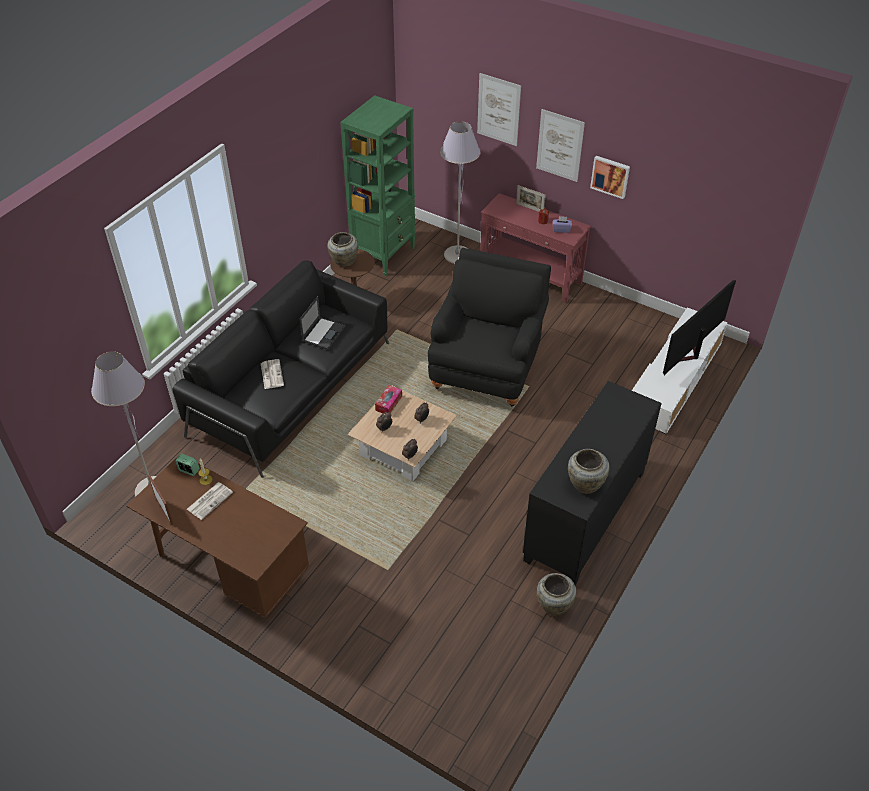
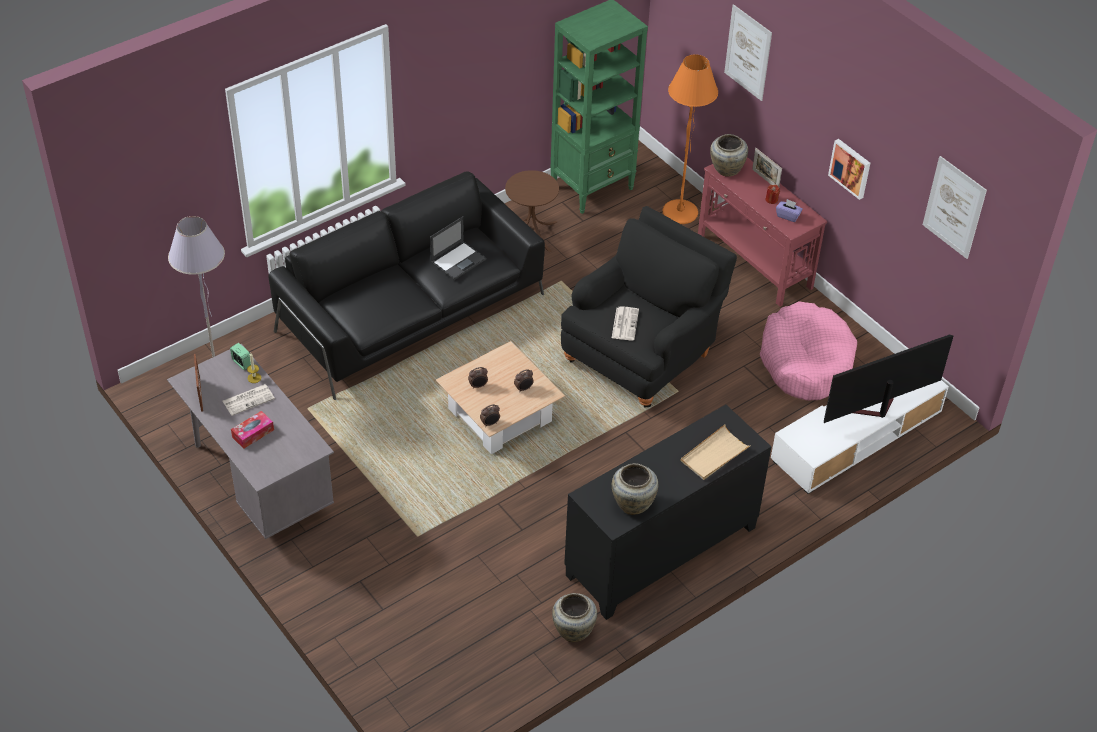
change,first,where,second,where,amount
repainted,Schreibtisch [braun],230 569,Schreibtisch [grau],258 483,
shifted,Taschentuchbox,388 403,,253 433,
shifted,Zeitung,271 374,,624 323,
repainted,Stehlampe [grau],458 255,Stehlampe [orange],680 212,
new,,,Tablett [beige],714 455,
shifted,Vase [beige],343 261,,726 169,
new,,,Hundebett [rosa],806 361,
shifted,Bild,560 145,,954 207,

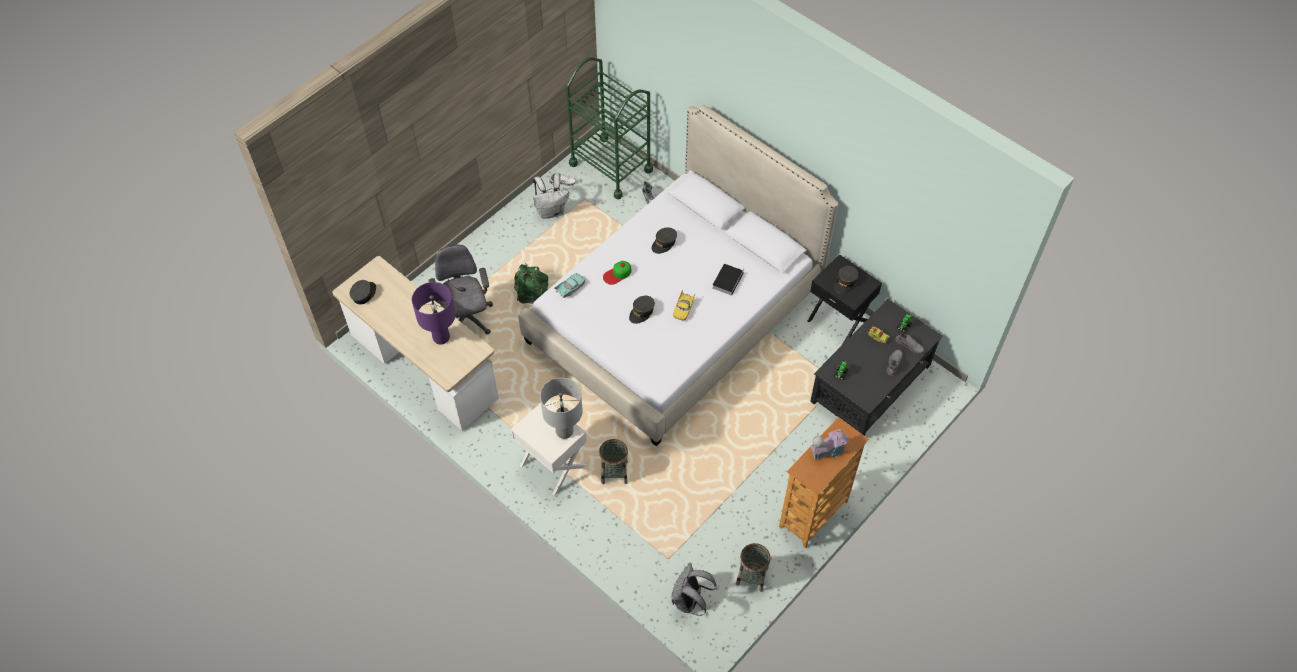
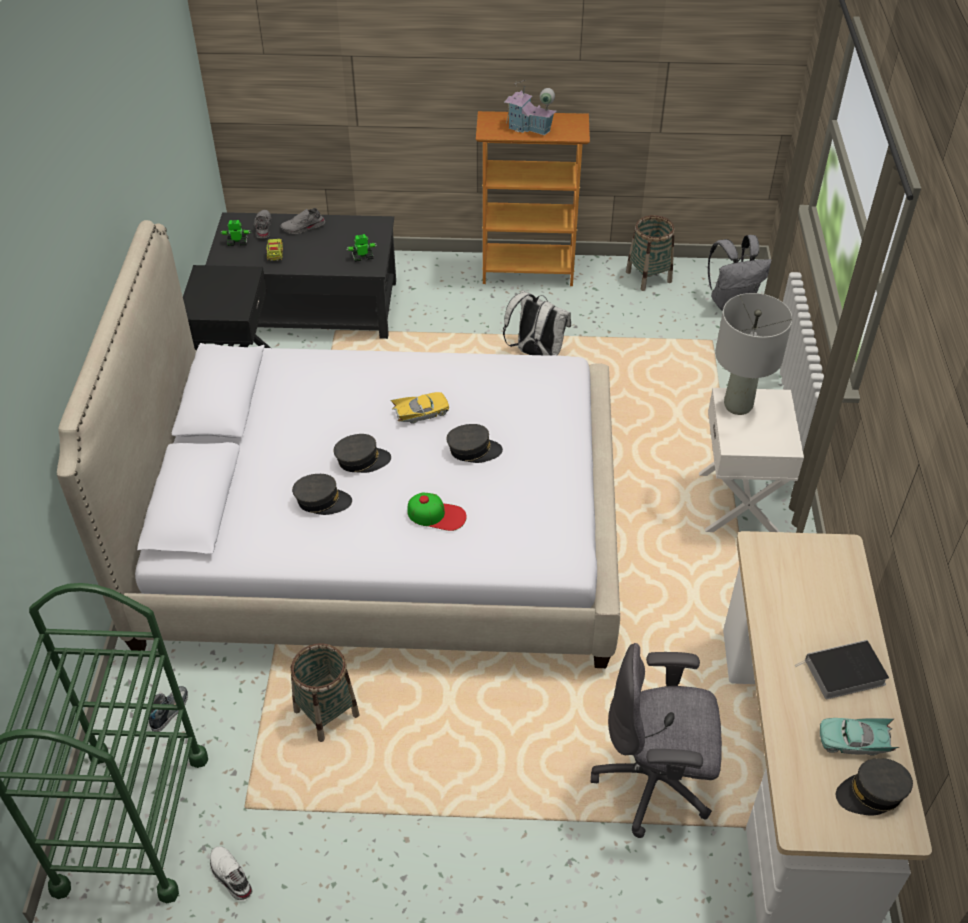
change,first,where,second,where,amount
shifted,Korb,614 472,,327 713,
shifted,Kappe [grau],845 282,,362 460,
shifted,Rucksack [weiß],551 211,,536 354,
rotated,Bürostuhl [grau],466 320,,655 782,60 degrees clockwise
shifted,Buch,727 280,,843 673,
shifted,Spielzeugauto [türkis],570 288,,854 741,
gone,Tischlampe [lila],441 337,,,
gone,Rucksack [grün],532 293,,,

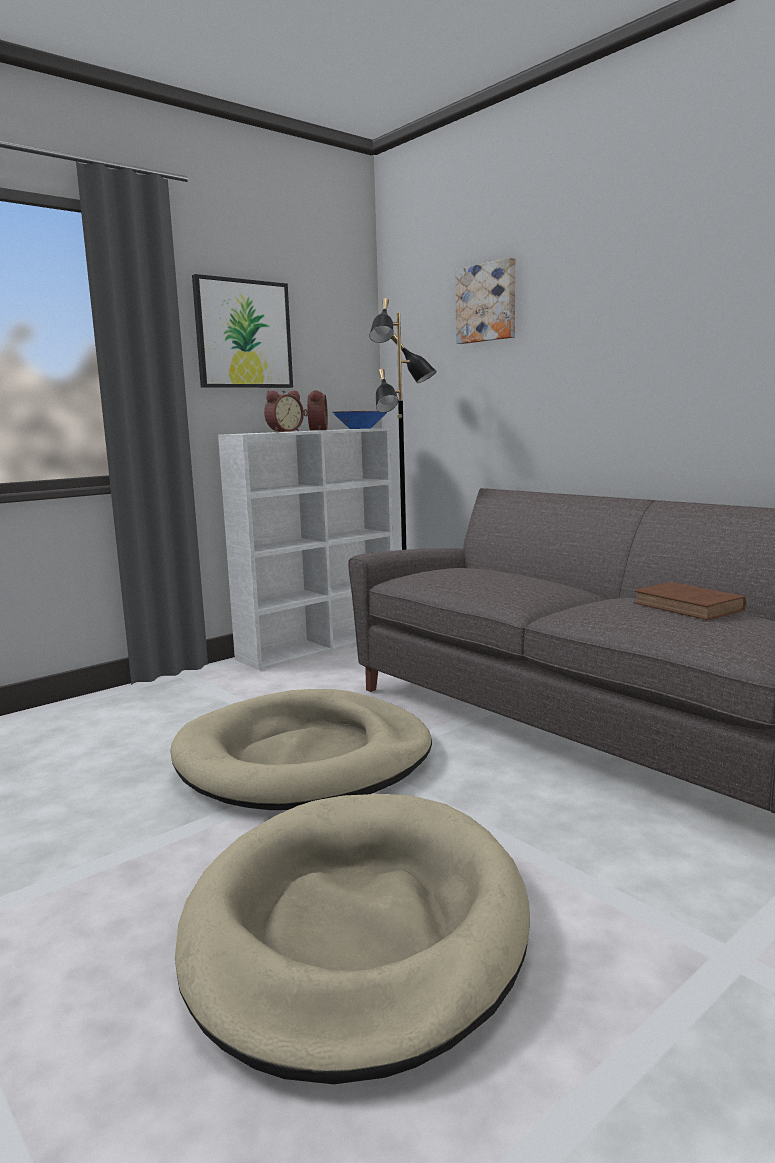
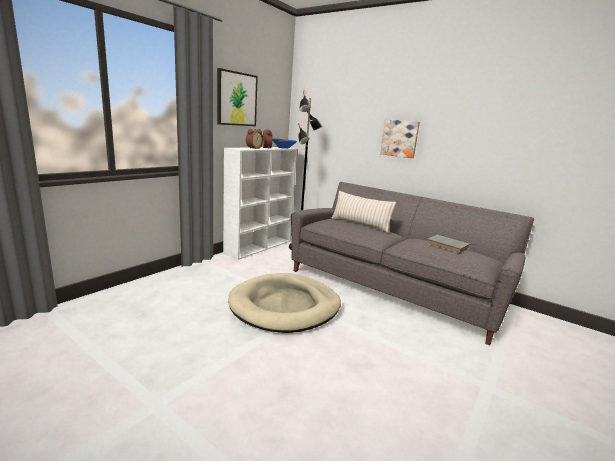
change,first,where,second,where,amount
new,,,Kissen [beige],360 224,
shifted,Bild,487 303,,400 138,
repainted,Buch [braun],690 607,Buch [grau],448 246,
gone,Hundebett [beige],356 930,,,

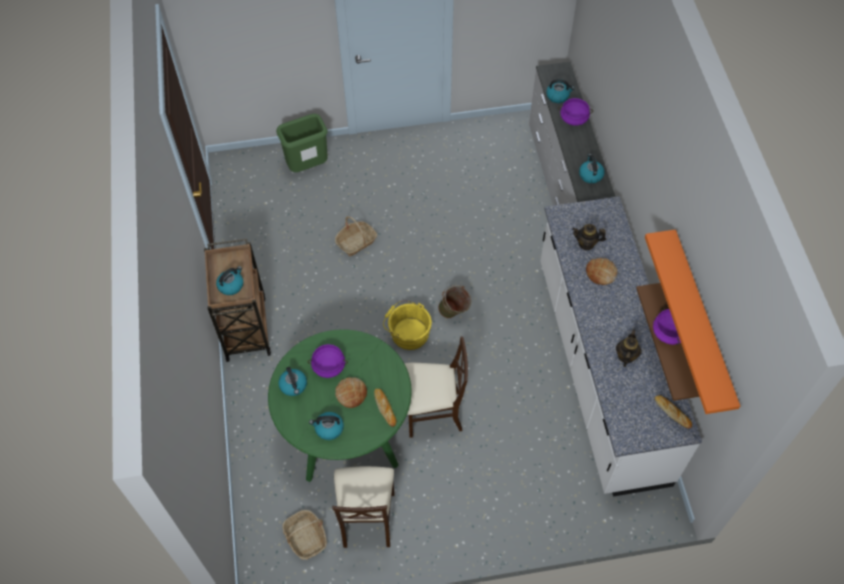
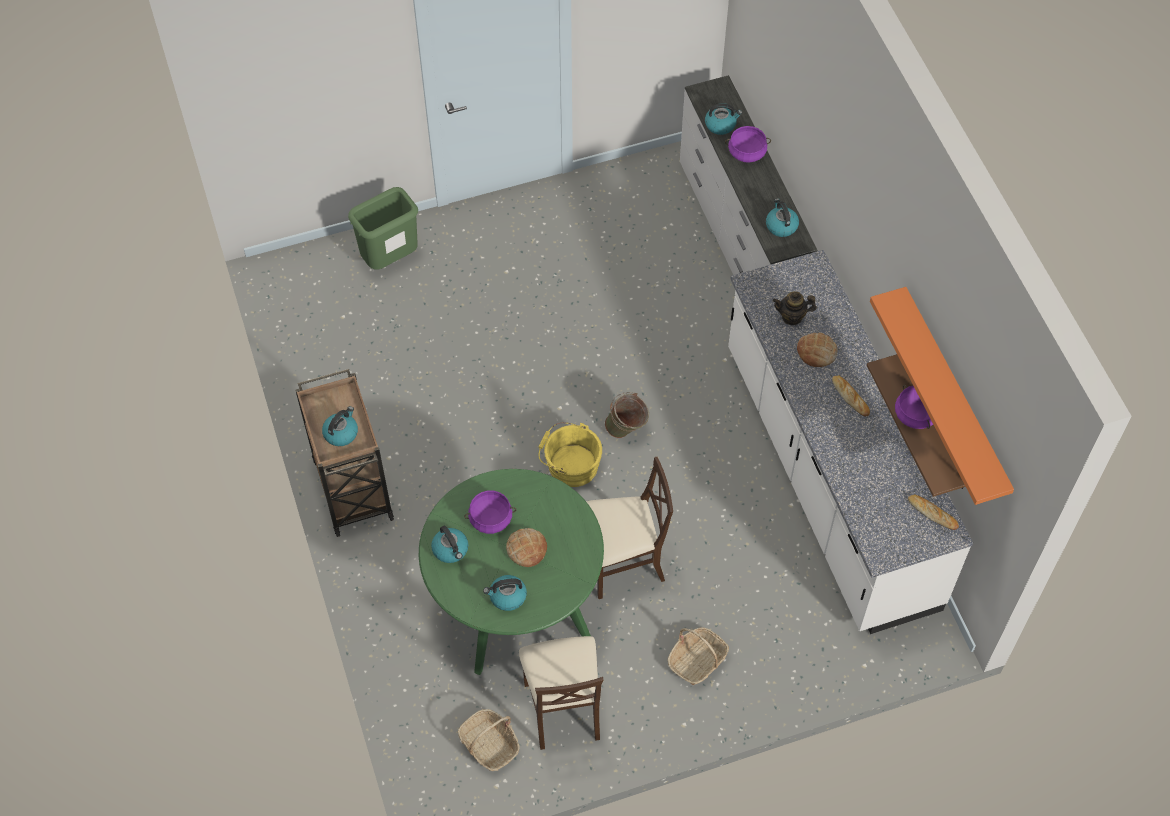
change,first,where,second,where,amount
shifted,Korb,356 242,,697 660,
shifted,Brot,385 408,,850 397,
gone,Teekanne,626 356,,,

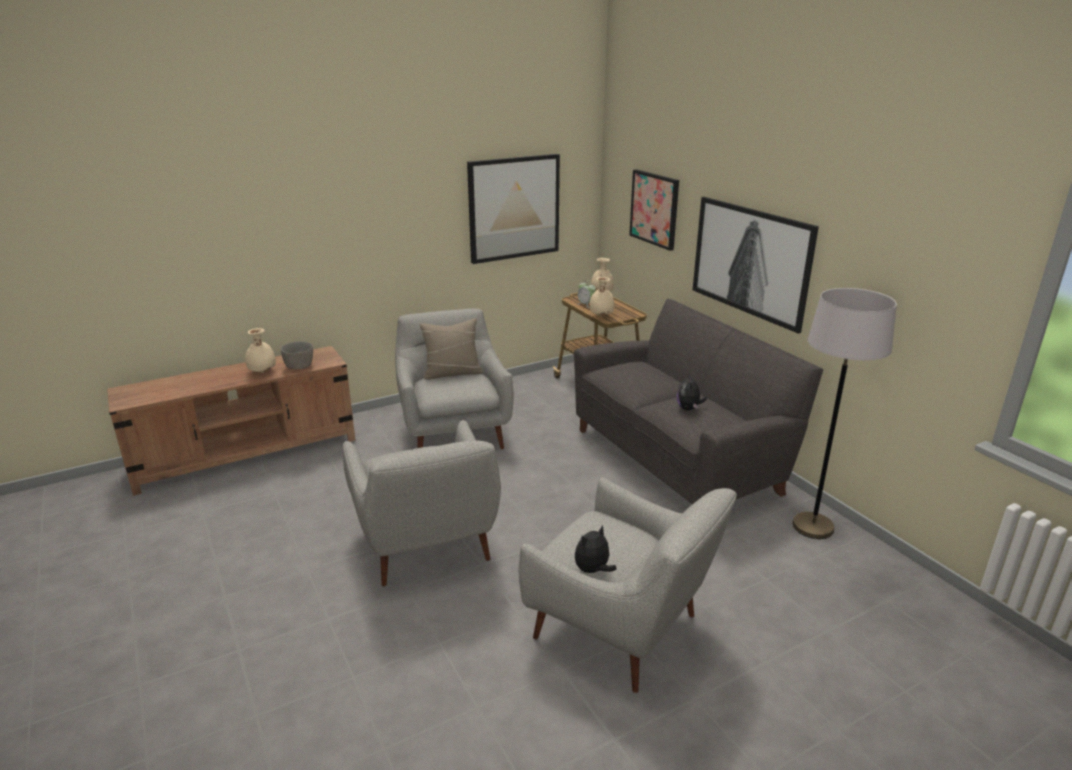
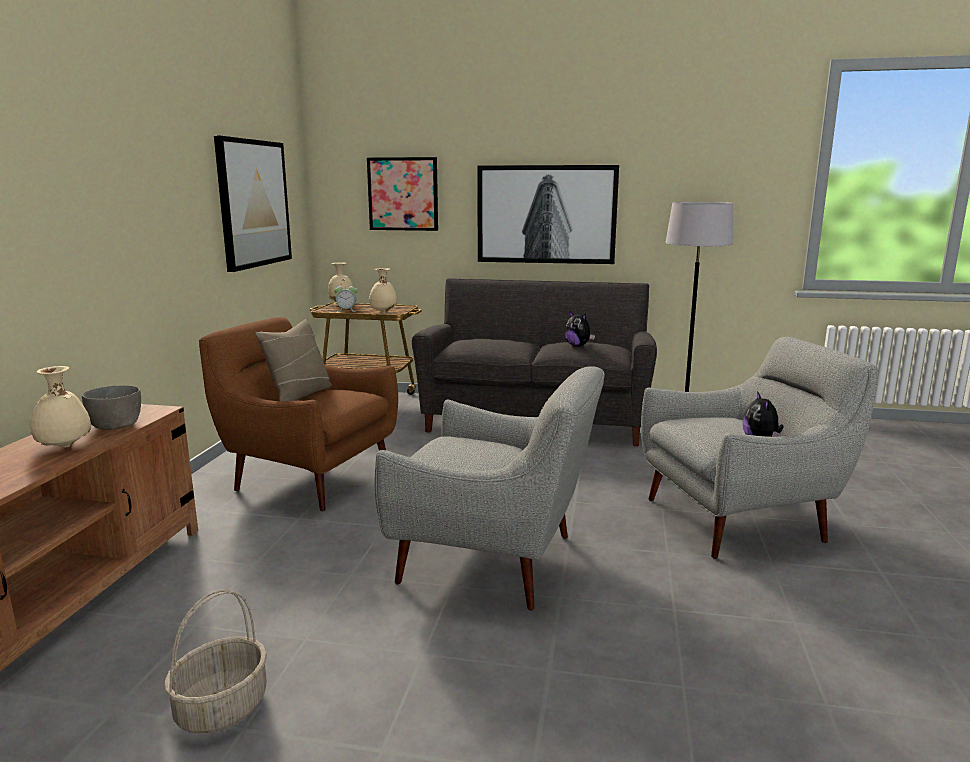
change,first,where,second,where,amount
new,,,Korb,222 707,
repainted,Sessel [grau],453 432,Sessel [braun],308 477,

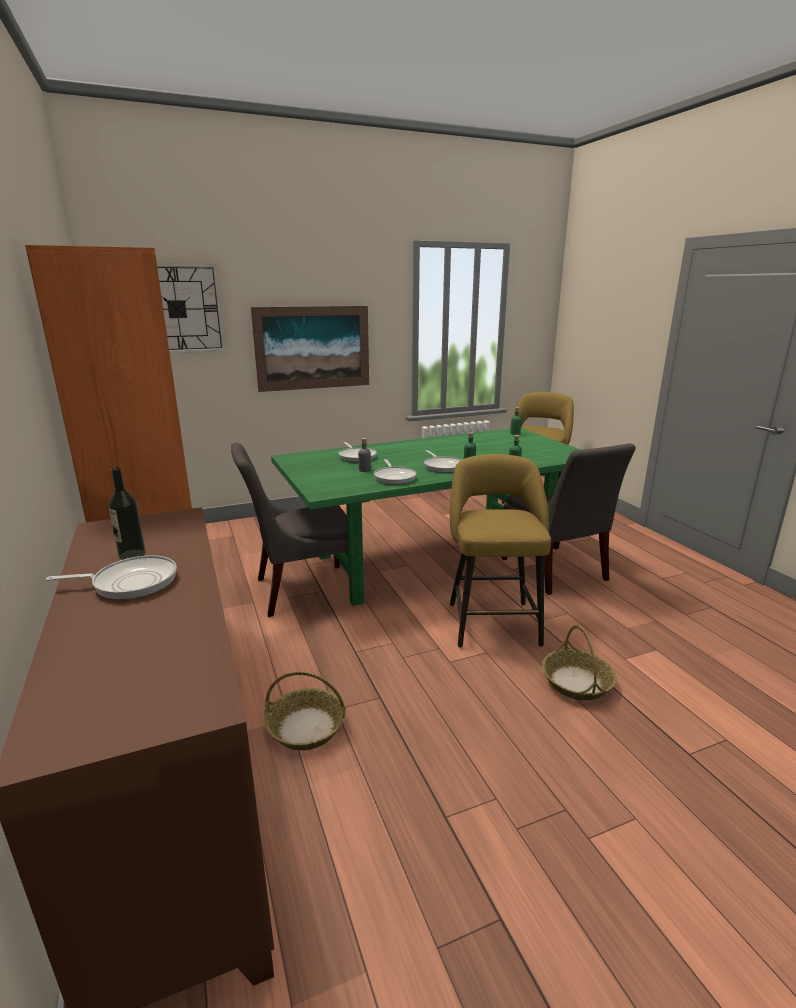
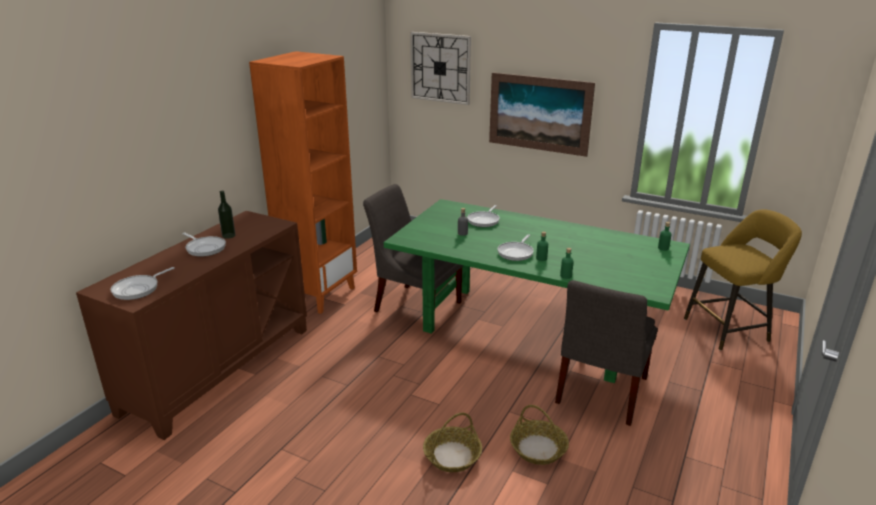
change,first,where,second,where,amount
shifted,Pfanne,394 477,,138 289,
shifted,Korb,306 727,,538 448,
gone,Hocker [gelb],492 621,,,

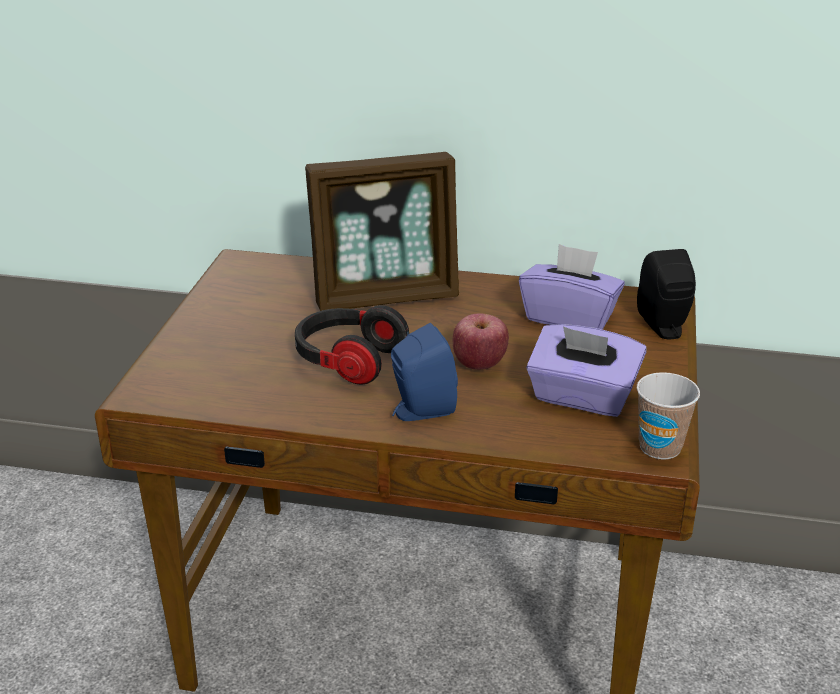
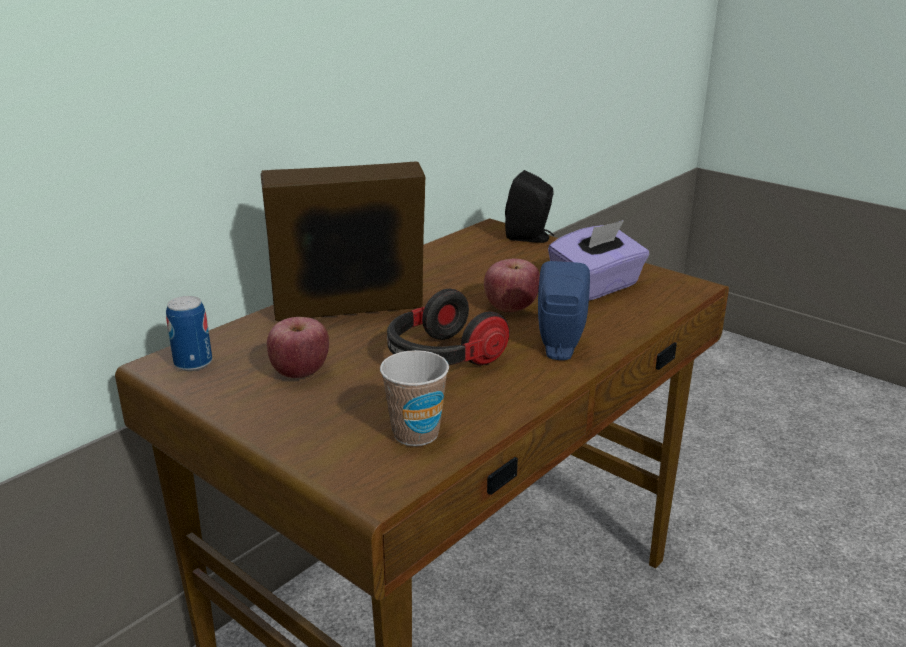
change,first,where,second,where,amount
new,,,Dose,193 363,
rotated,Bilderrahmen,386 296,,349 313,120 degrees counterclockwise
new,,,Apfel,300 372,
shifted,Tasse,660 447,,416 434,
gone,Taschentuchbox [lila],569 317,,,

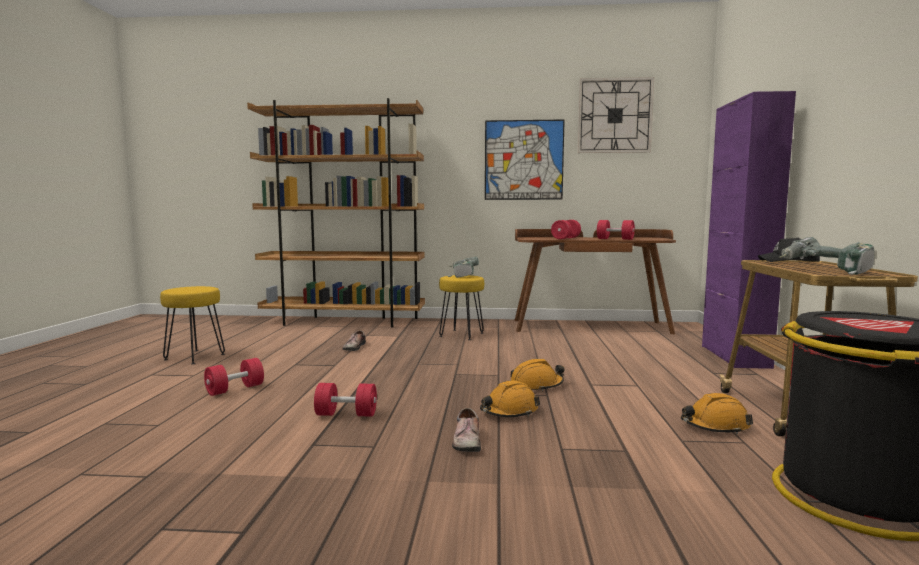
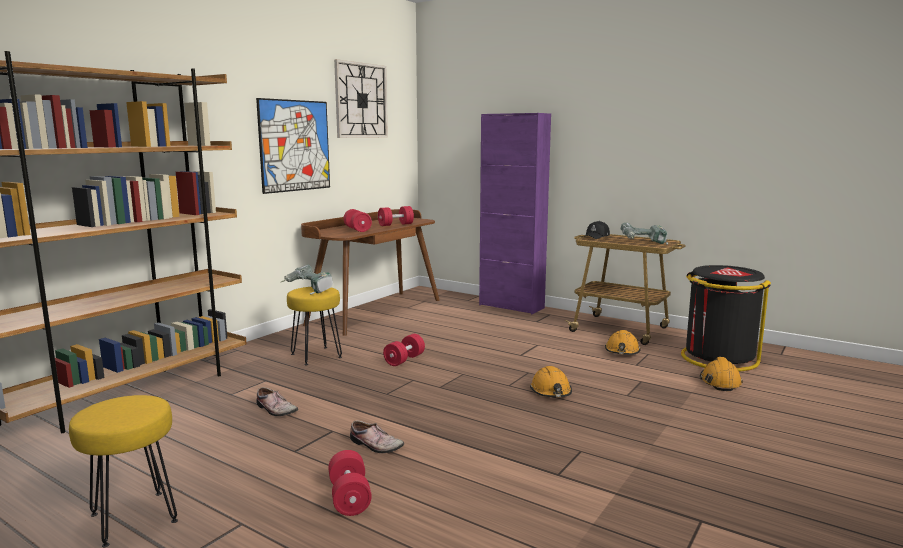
change,first,where,second,where,amount
shifted,Schuh,465 441,,375 445,
shifted,Hantel [rot],346 414,,404 360,
shifted,Schutzhelm [orange],536 385,,720 382,

